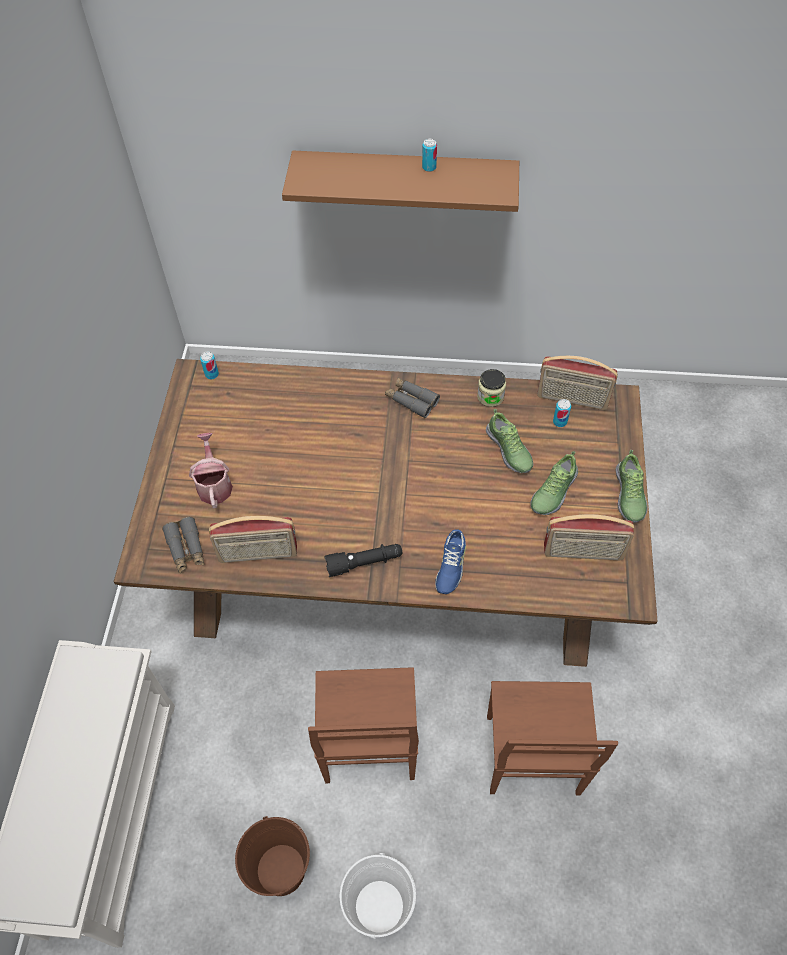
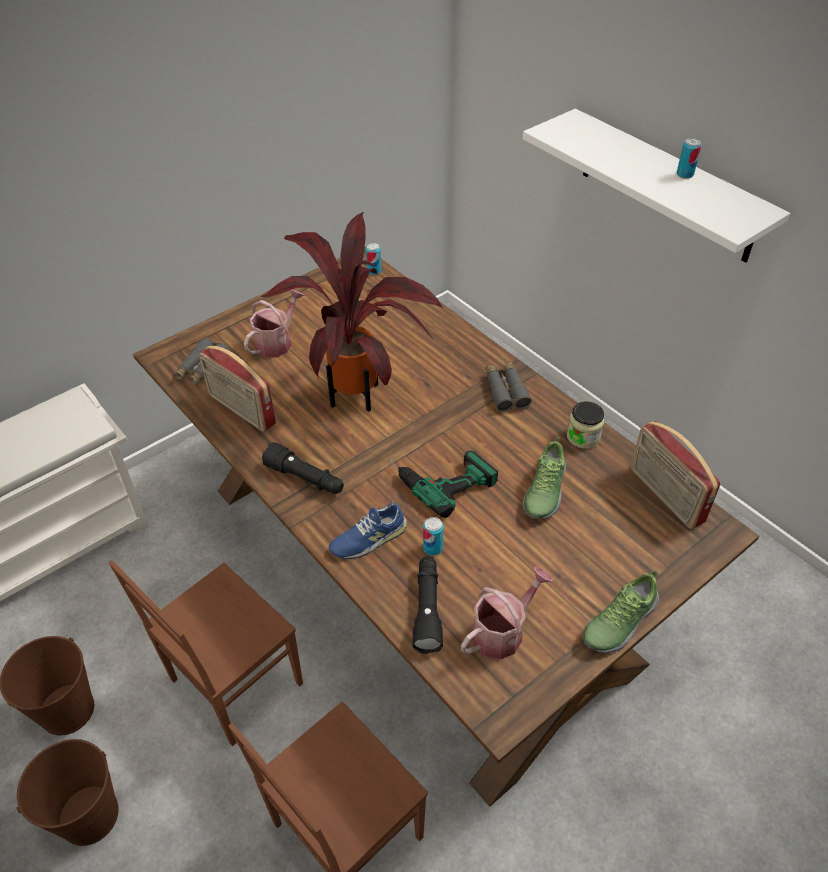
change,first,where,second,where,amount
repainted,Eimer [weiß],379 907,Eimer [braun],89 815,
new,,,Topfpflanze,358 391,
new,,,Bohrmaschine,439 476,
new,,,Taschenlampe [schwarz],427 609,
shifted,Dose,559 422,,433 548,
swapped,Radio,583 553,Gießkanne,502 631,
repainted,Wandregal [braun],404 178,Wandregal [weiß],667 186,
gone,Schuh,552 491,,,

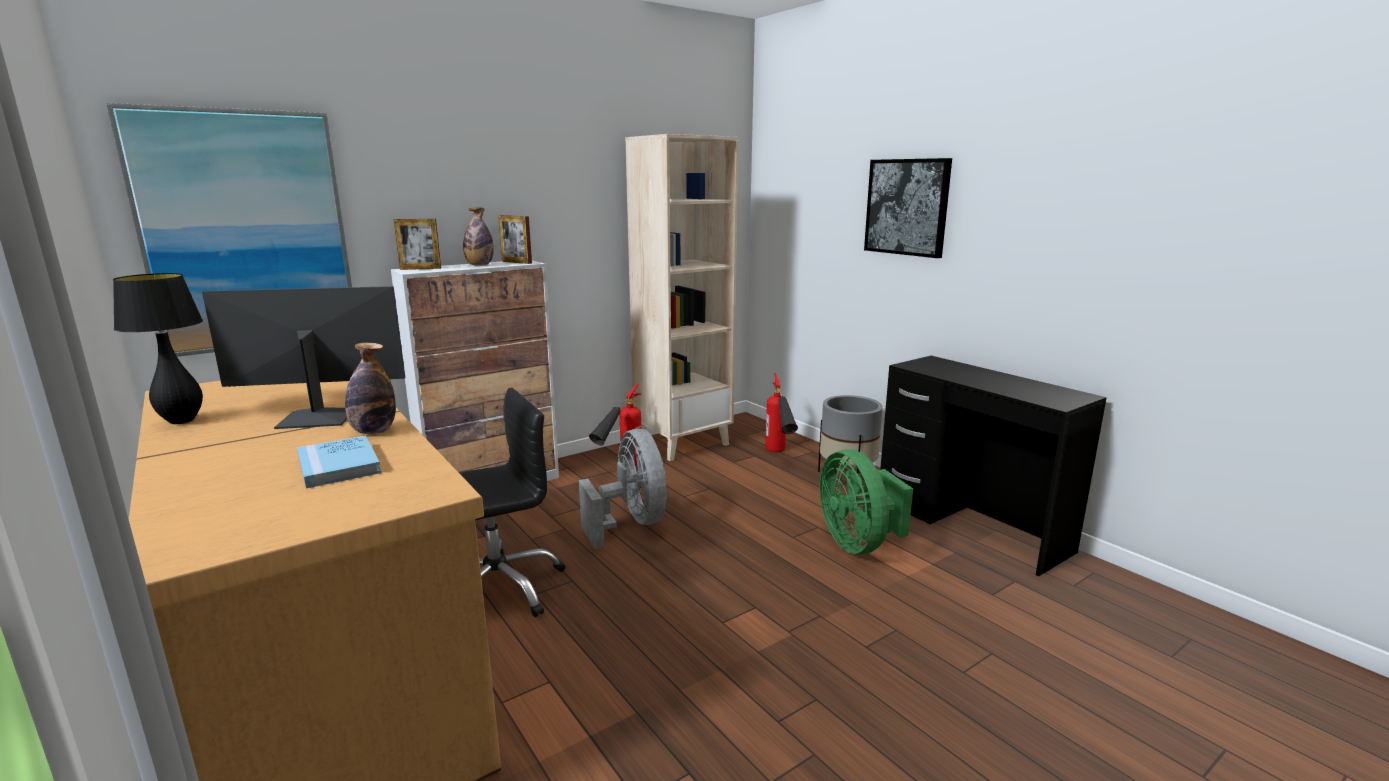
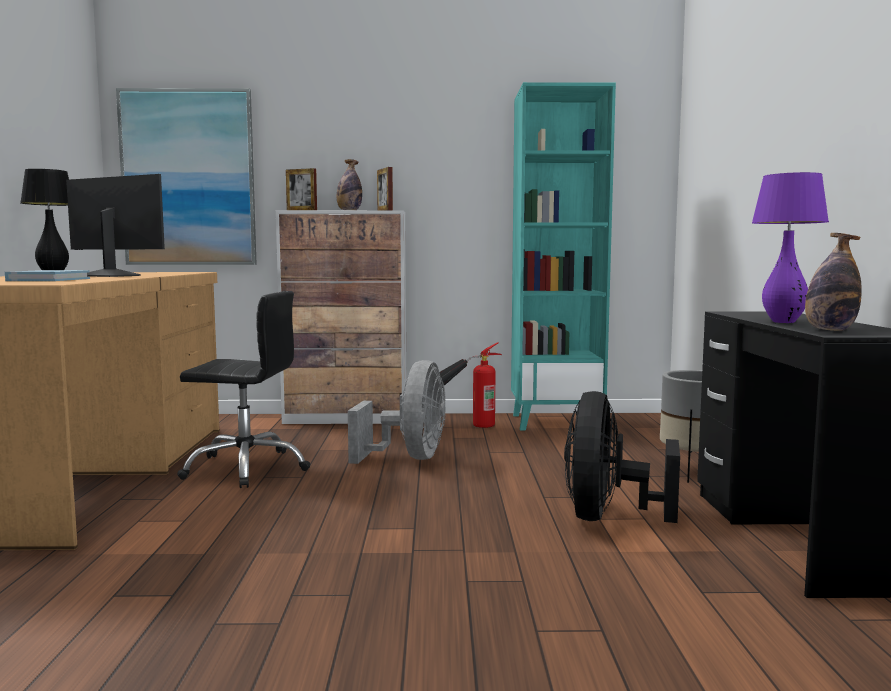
change,first,where,second,where,amount
repainted,Bücherregal [beige],683 443,Bücherregal [türkis],556 422,
repainted,Ventilator [grün],858 543,Ventilator [schwarz],608 517,
new,,,Tischlampe [lila],783 322,
shifted,Flasche,373 431,,830 330,
gone,Feuerlöscher,779 456,,,
gone,Bild,907 207,,,

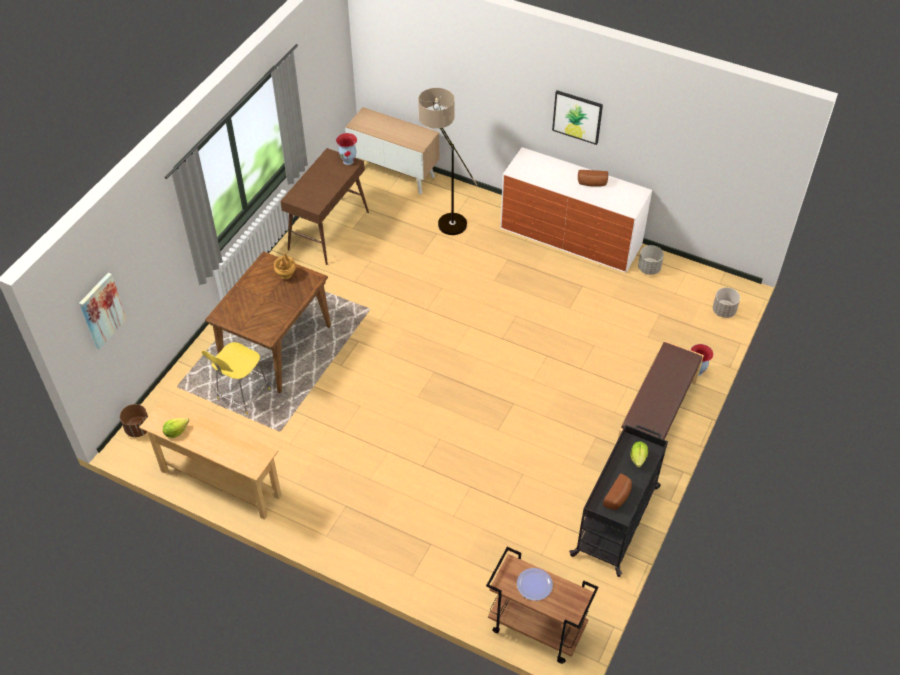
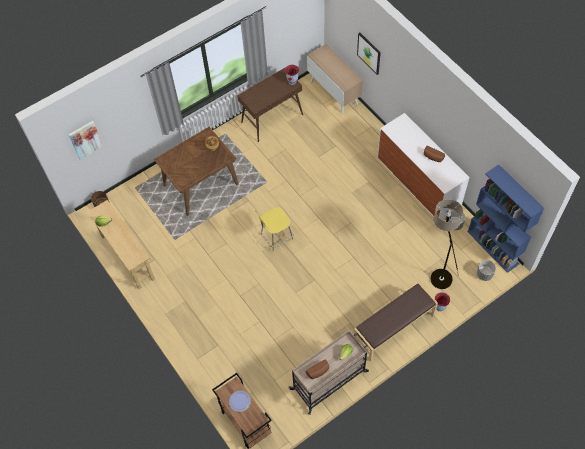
change,first,where,second,where,amount
shifted,Stuhl [gelb],242 395,,276 238,
repainted,Rollwagen [schwarz],616 520,Rollwagen [beige],330 380,
shifted,Bild,577 116,,369 53,
shifted,Stehlampe,444 218,,438 271,
new,,,Bücherregal [blau],493 247,

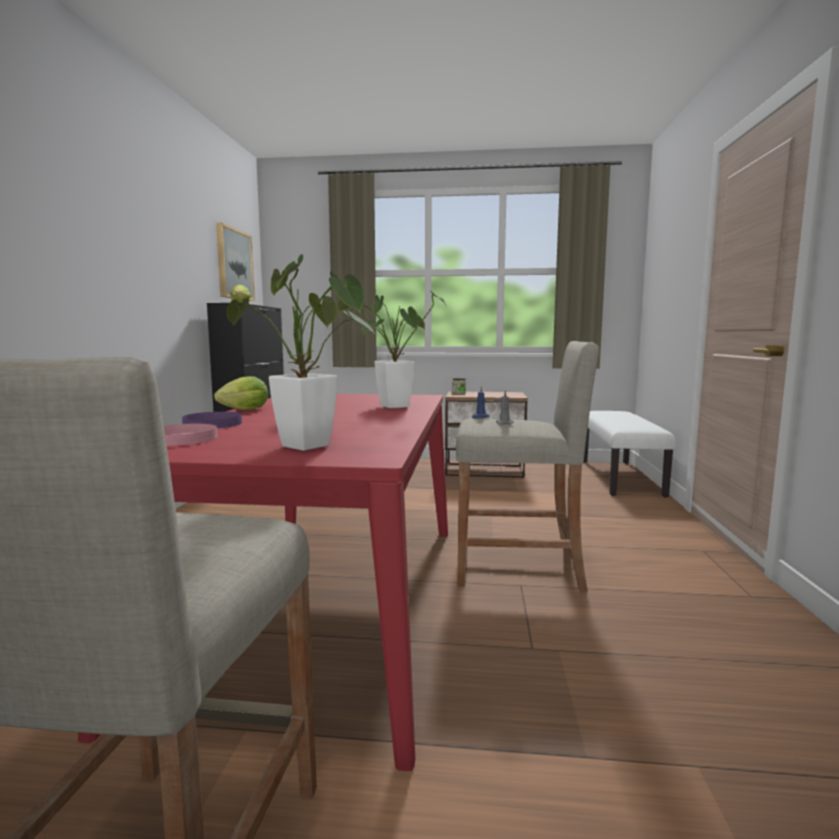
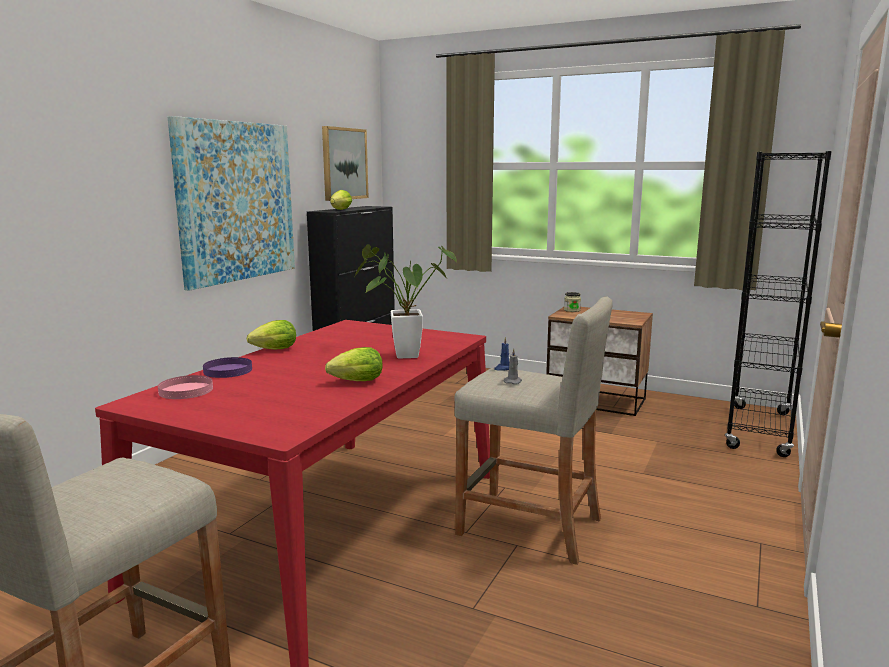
change,first,where,second,where,amount
new,,,Bild,236 201,
new,,,Salatkopf,354 382,
swapped,Bank [weiß],621 477,Bücherregal [schwarz],759 430,
gone,Topfpflanze,312 448,,,

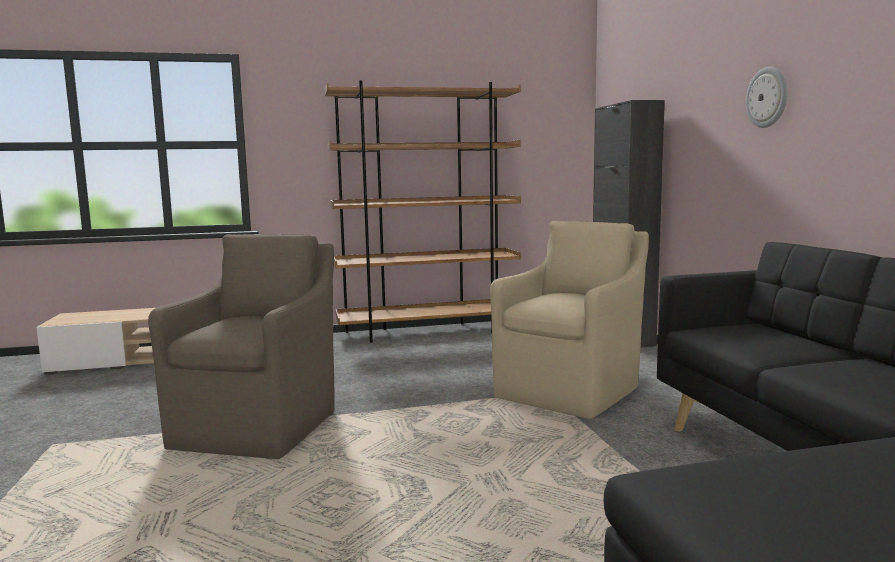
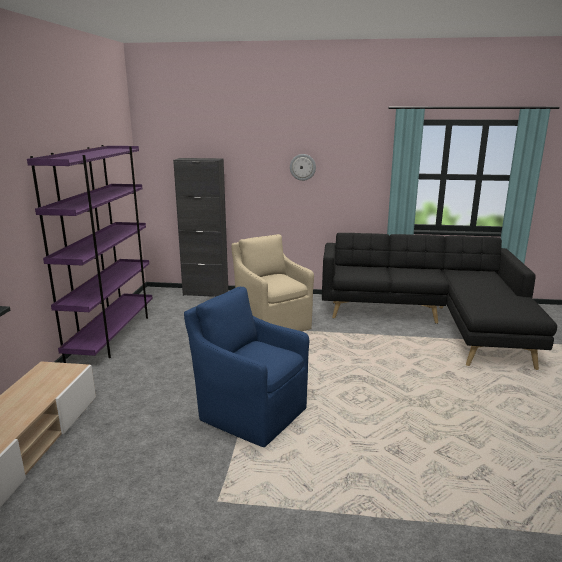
change,first,where,second,where,amount
repainted,Bücherregal [braun],428 331,Bücherregal [lila],112 335,
repainted,Sessel [braun],259 427,Sessel [blau],250 412,

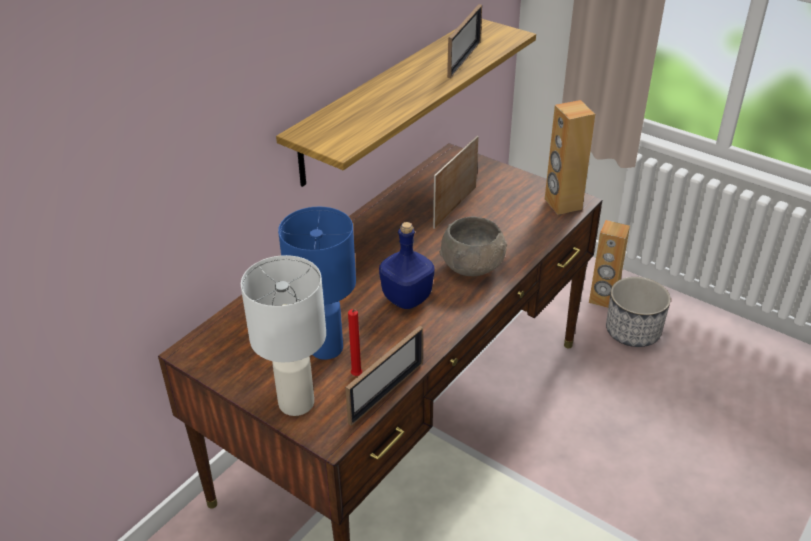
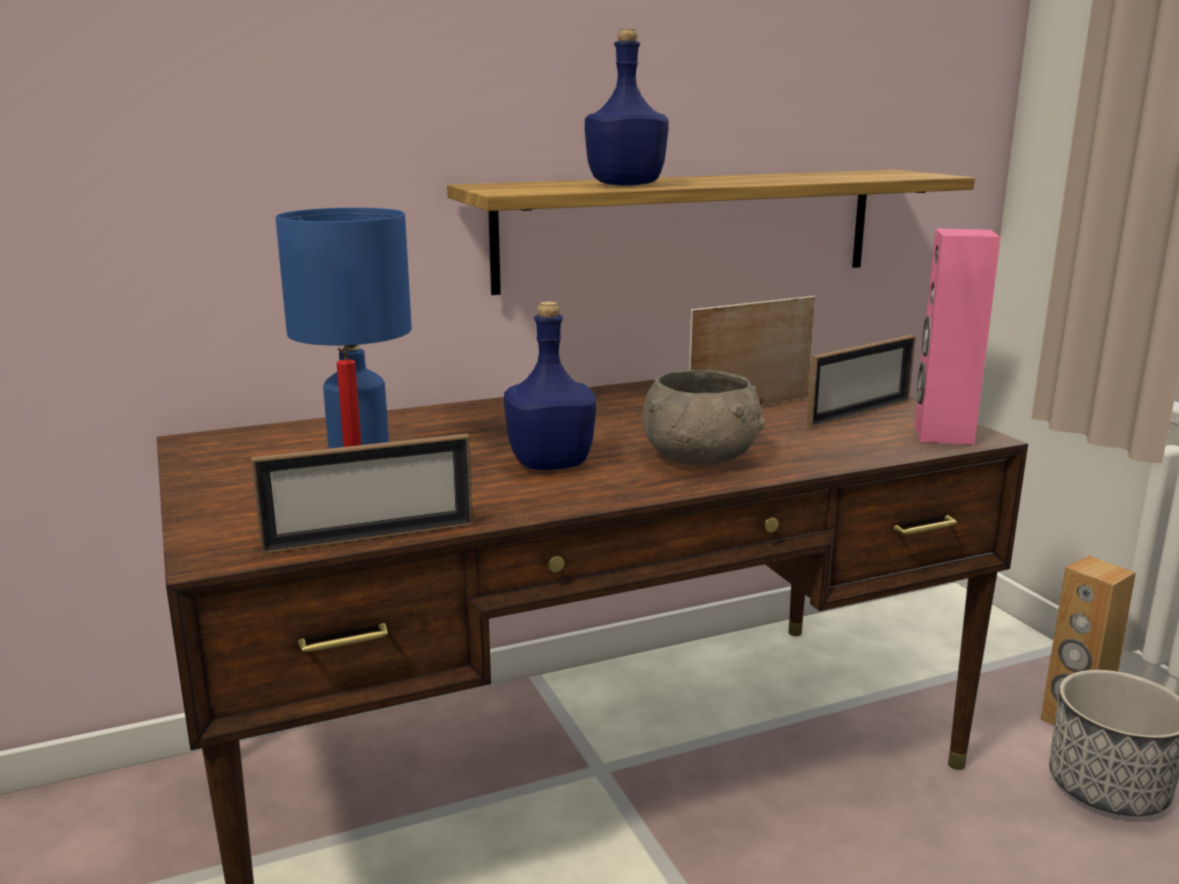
change,first,where,second,where,amount
new,,,Flasche [blau],624 185,
shifted,Bilderrahmen,464 59,,859 413,
repainted,Lautsprecher [braun],562 204,Lautsprecher [rosa],942 434,
gone,Tischlampe [weiß],296 403,,,

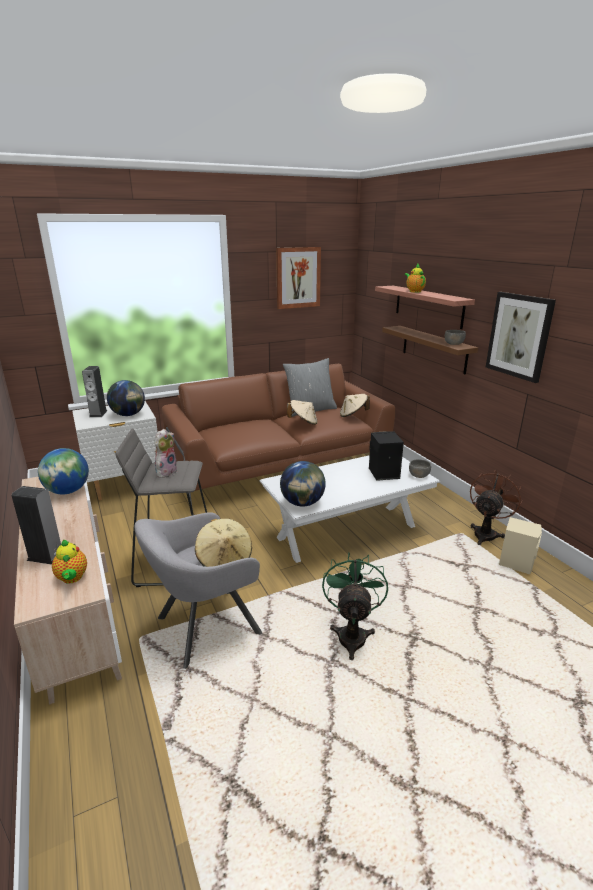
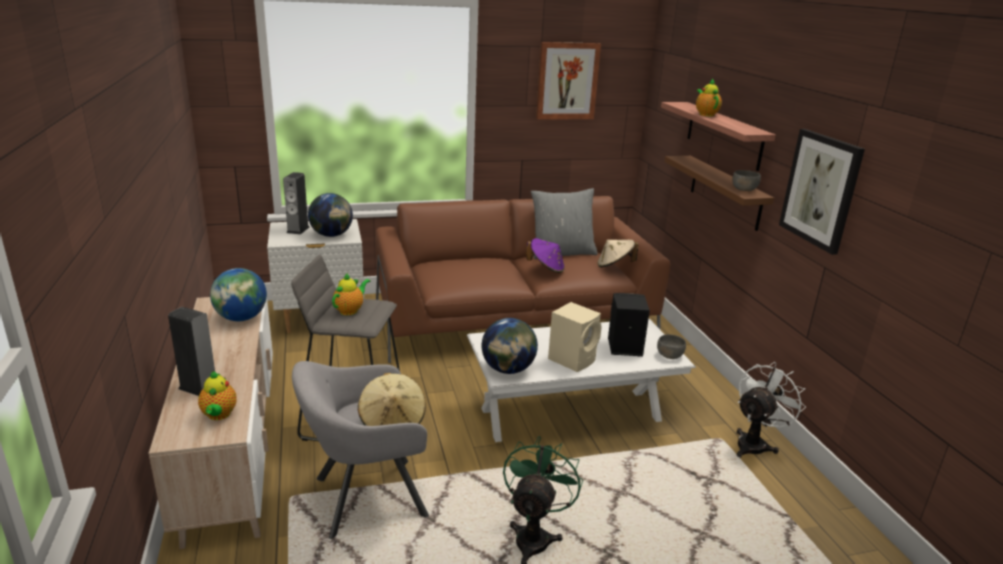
change,first,where,second,where,amount
swapped,Plüschtier,166 472,Teekanne,350 310,
repainted,Hut [beige],303 422,Hut [lila],546 268,
shifted,Lautsprecher [beige],516 562,,573 359,
repainted,Ventilator [braun],486 533,Ventilator [weiß],755 443,

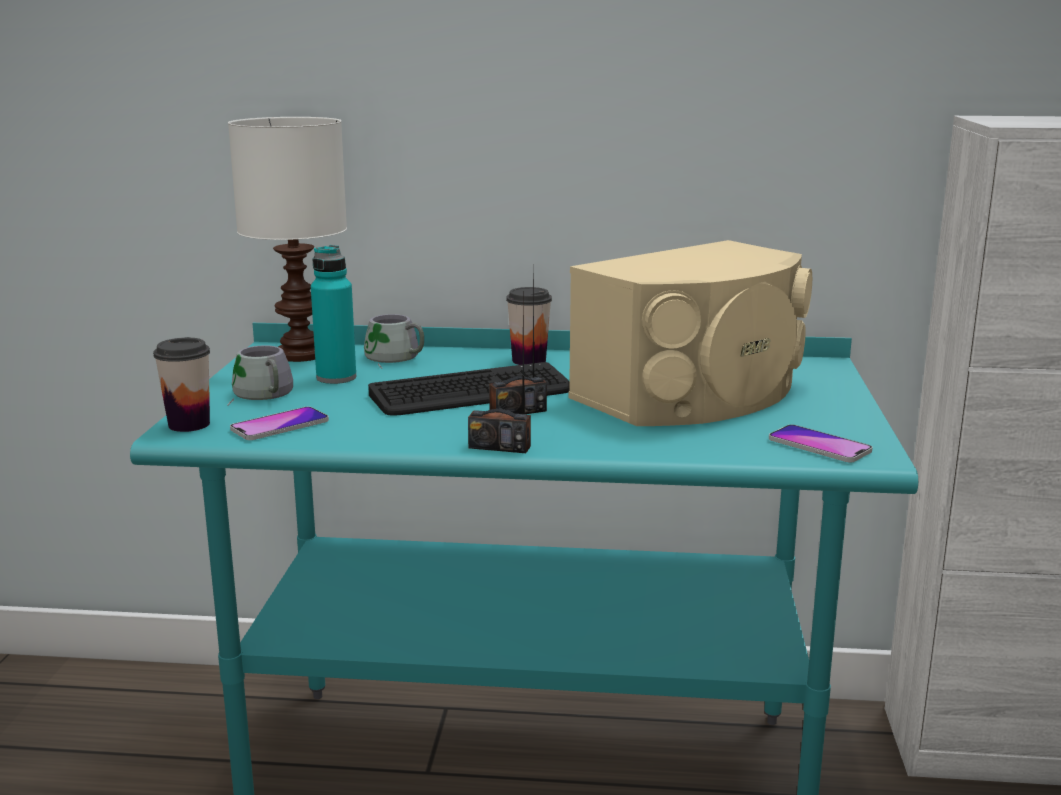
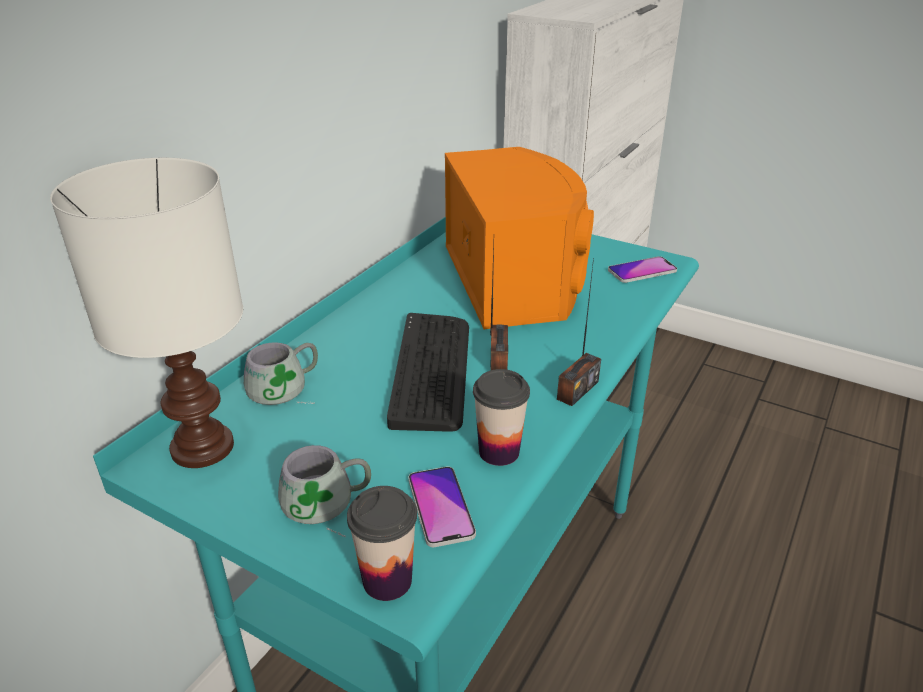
change,first,where,second,where,amount
repainted,Lautsprecher [beige],696 394,Lautsprecher [orange],515 278,
shifted,Tasse,529 360,,499 451,
gone,Flasche [türkis],336 378,,,

